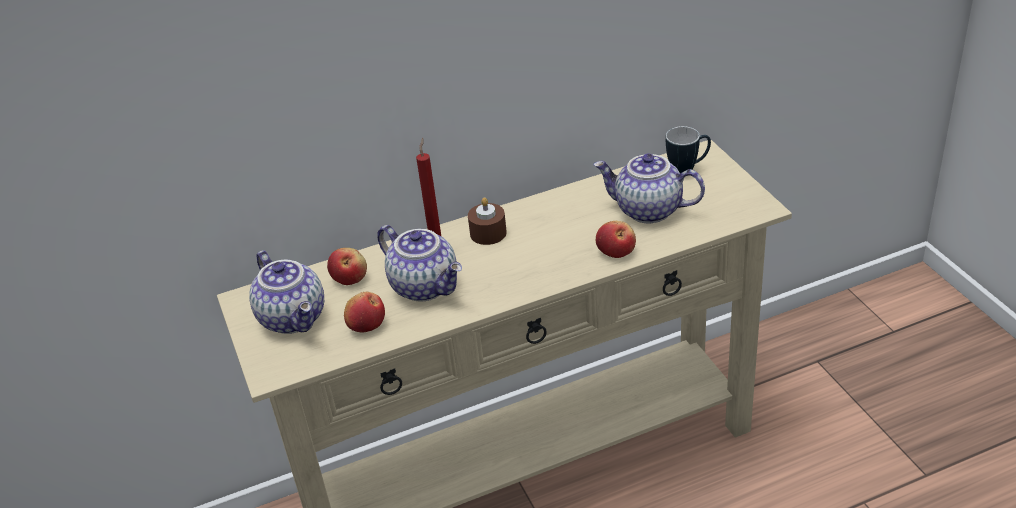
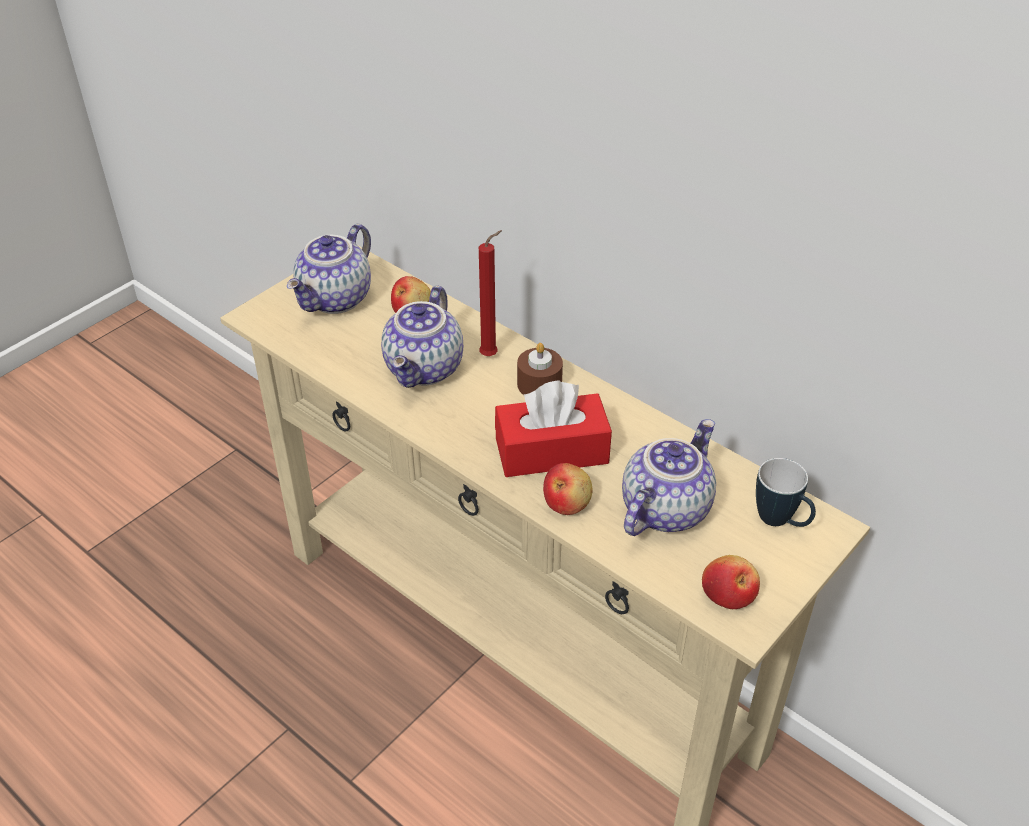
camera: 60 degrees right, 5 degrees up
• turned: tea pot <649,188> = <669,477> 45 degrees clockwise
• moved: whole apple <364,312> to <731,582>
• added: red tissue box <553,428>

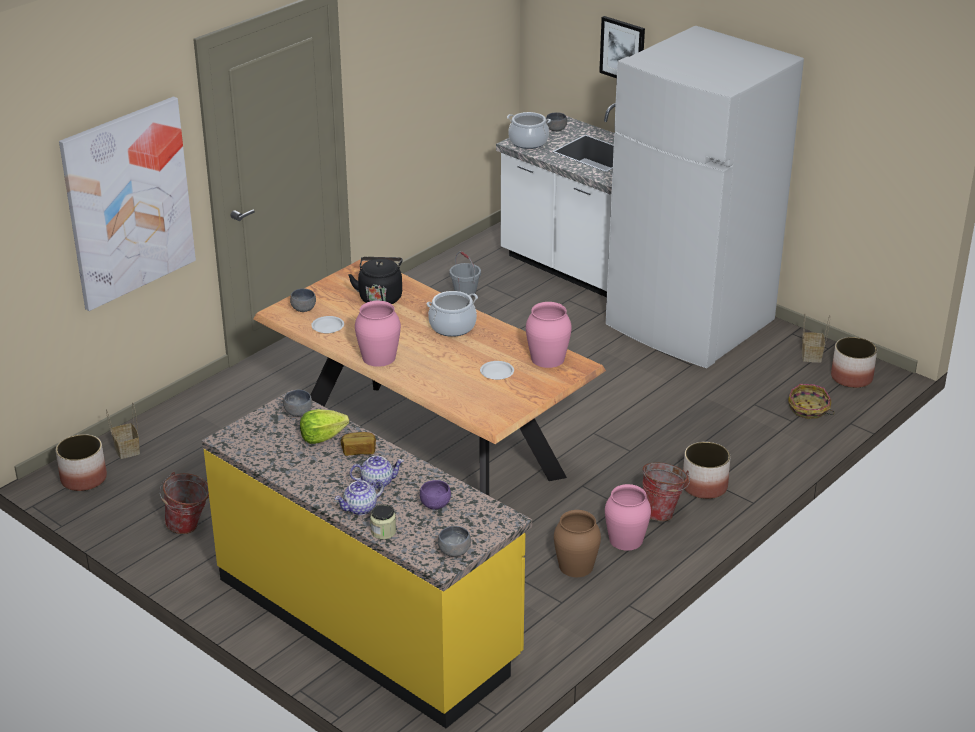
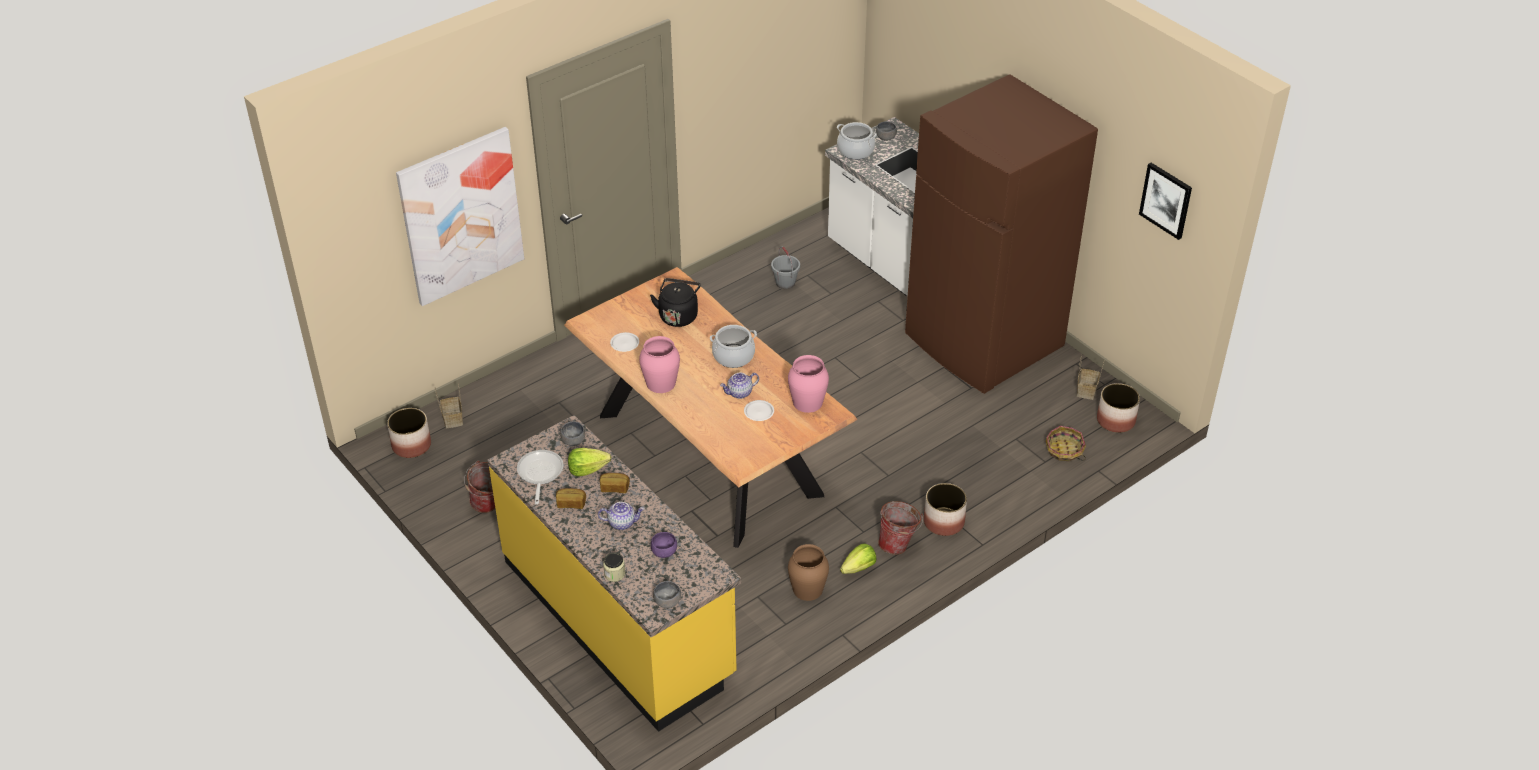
camera: 10 degrees right, 10 degrees up
• moved: picture <622,47> to <1165,201>
• recoloured: whitish kitchen fridge <705,197> to brown-coloured kitchen fridge <1001,234>
• removed: gray deep dish <303,300>
• moved: tea pot <359,497> to <739,386>
• replaced: pink vase <628,517> to head of lettuce <858,558>
• added: pan <540,477>
• added: bakery bread <571,498>

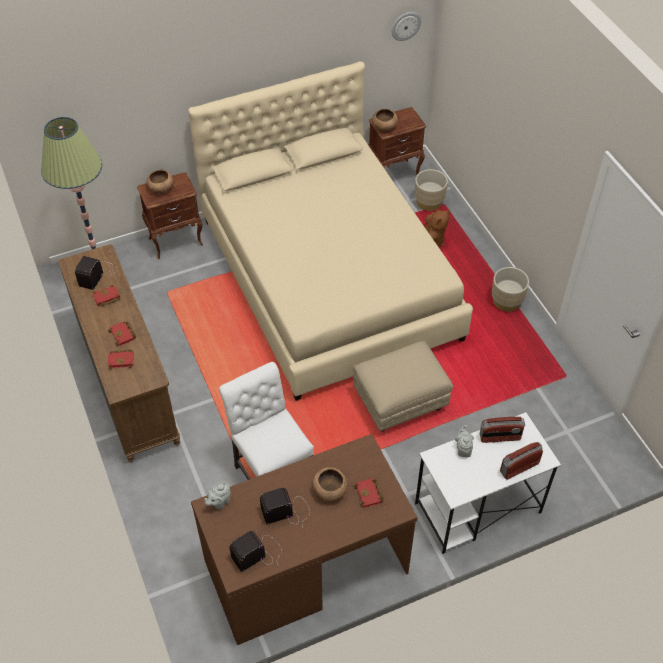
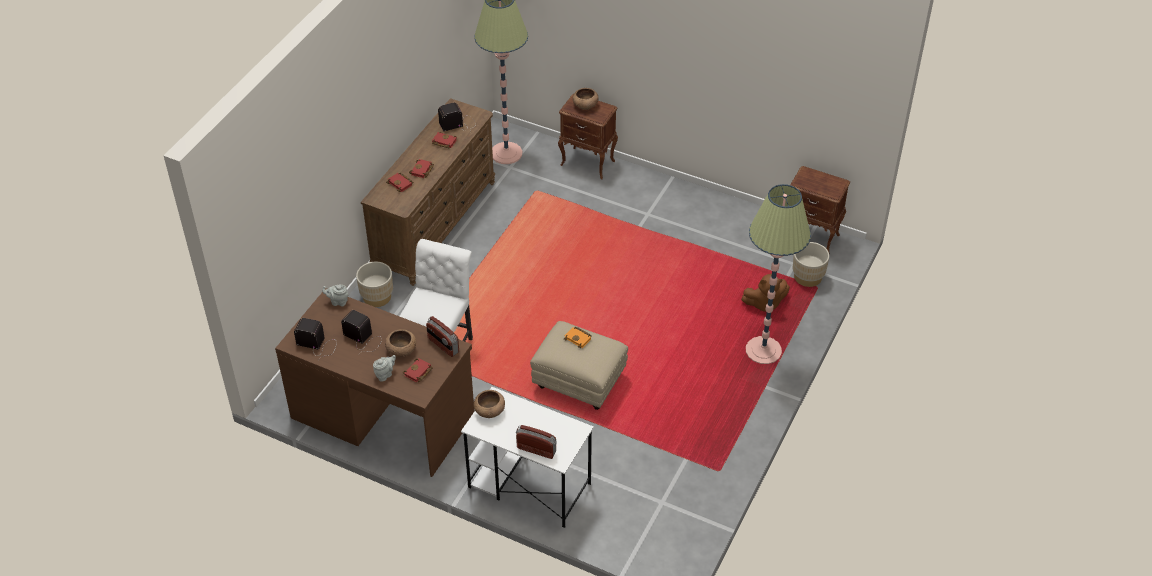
camera: 50 degrees right, 5 degrees down
• removed: clock on the wall <406,26>
• removed: beige sleeping bed <330,231>
• moved: brown-coloured deep dish <385,120> to <489,404>
• moved: beige flower pot <510,289> to <374,284>
• moved: radio <502,430> to <442,336>
• moved: gray tea pot <464,441> to <384,368>
• added: floor lamp <778,274>
• added: orange volume <578,337>

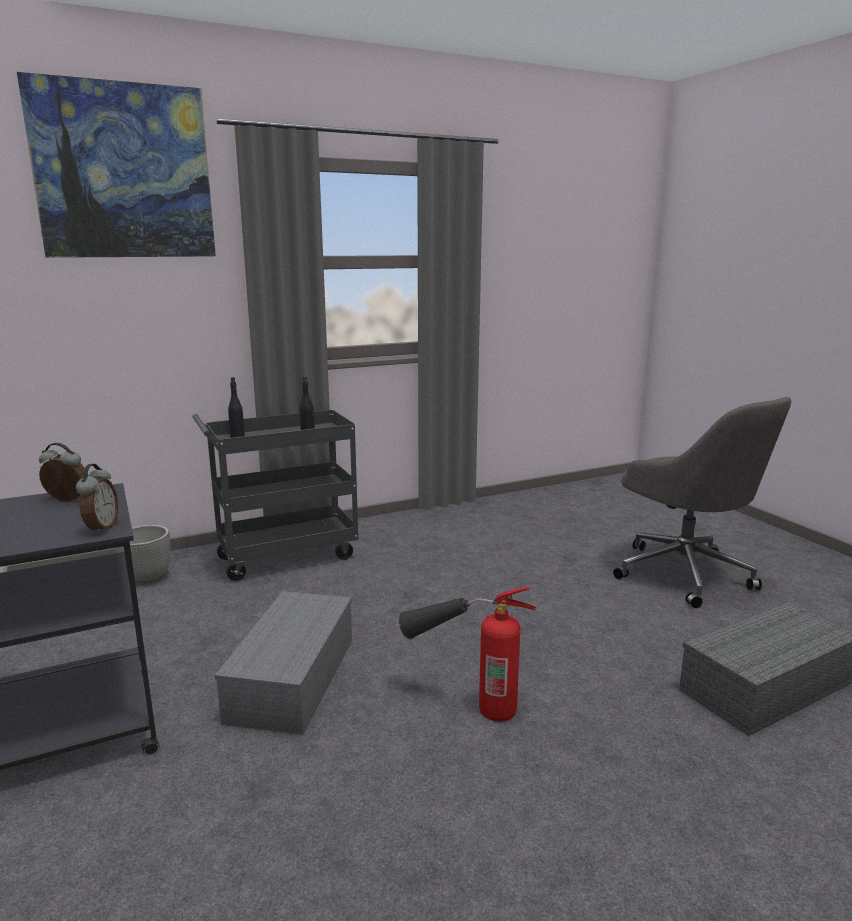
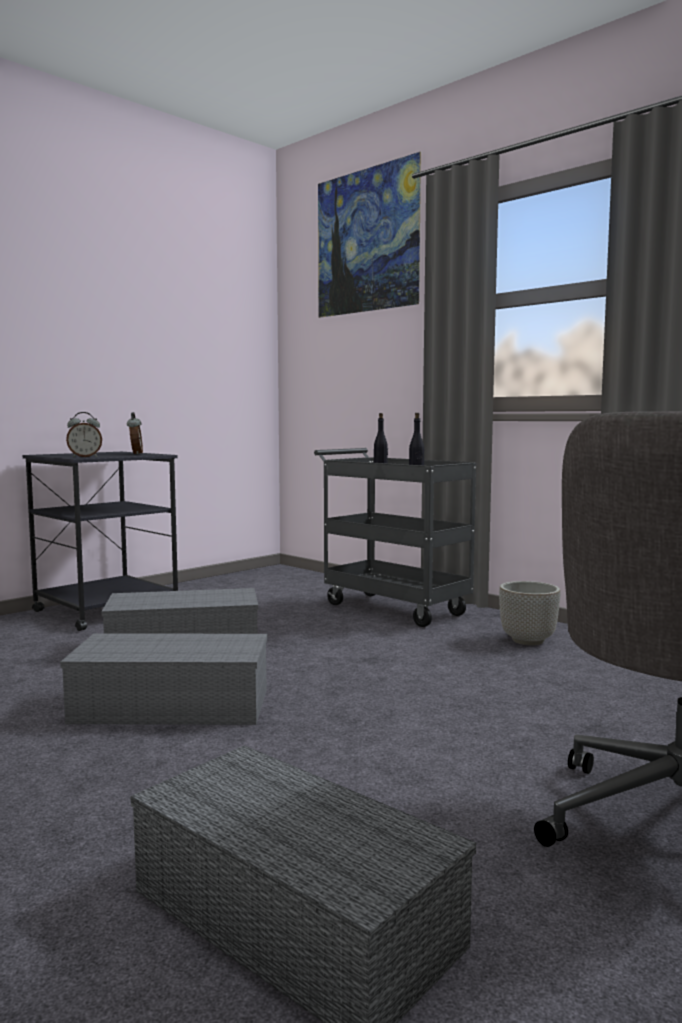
camera: 70 degrees right, 10 degrees down
• moved: flower pot <143,554> to <530,613>
• replaced: fire extinguisher <467,654> to gray storage bin <163,679>

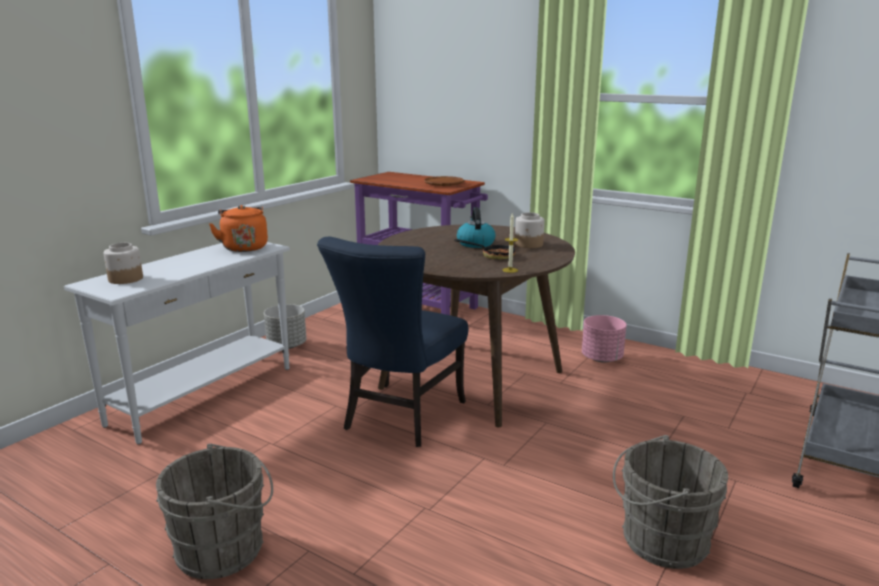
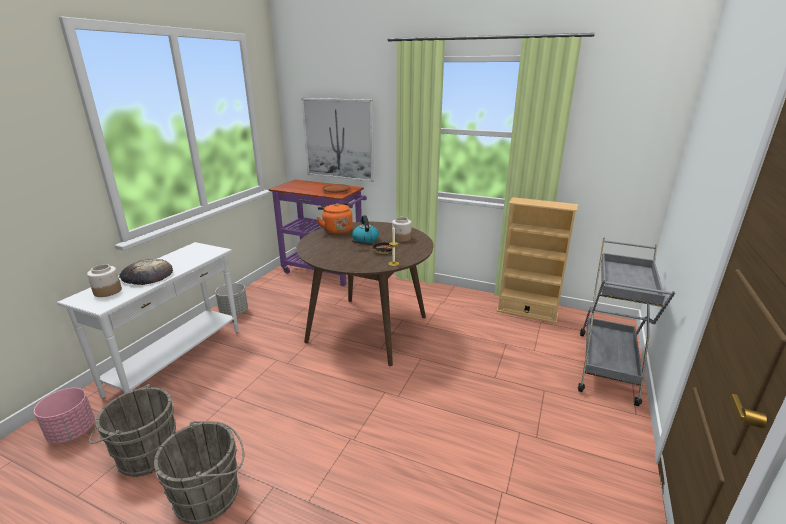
camera: 10 degrees left, 5 degrees up
• moved: orange water kettle <238,228> to <335,219>
• removed: blue chair <392,341>
• moved: pink flower pot <604,339> to <64,416>
• moved: gray bucket <670,502> to <132,430>
• added: picture <337,140>
• added: beige bookcase <537,260>
• added: bakery bread <146,272>

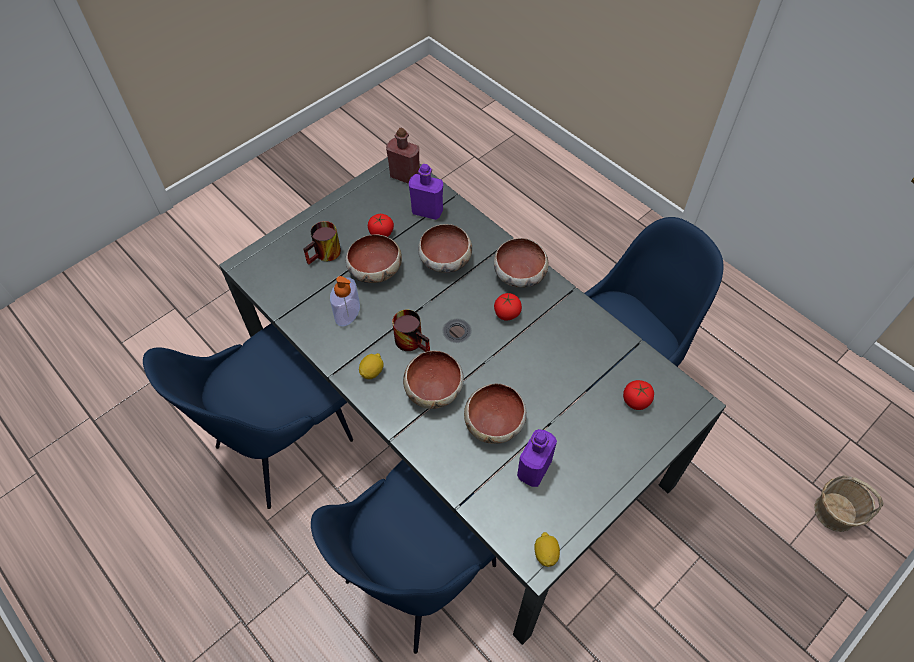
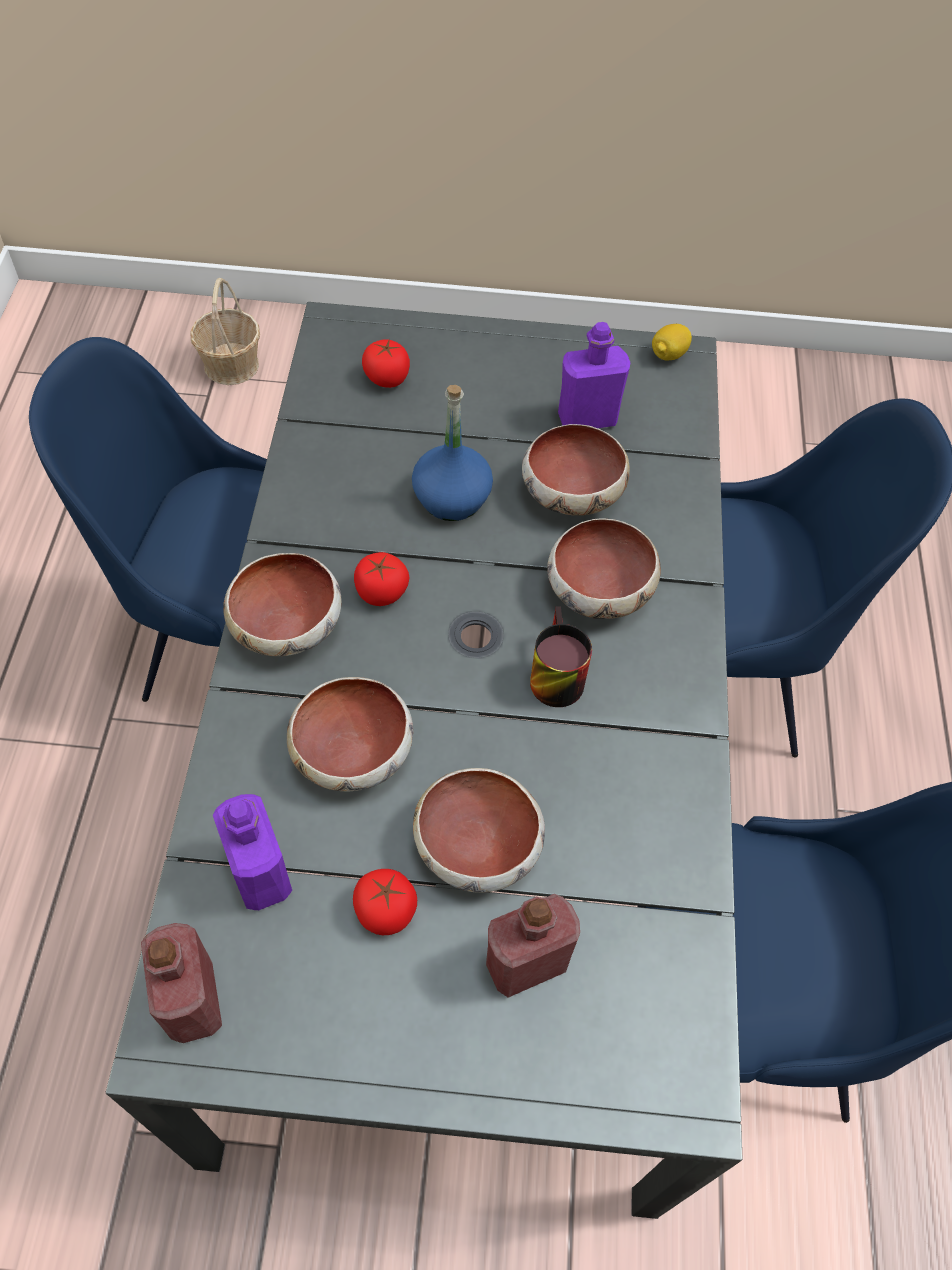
camera: 135 degrees left, 0 degrees up
• replaced: tea mug <322,243> to red beverage bottle <533,946>
• removed: soap dispenser <345,301>
• removed: lemon <371,366>
• added: blue beverage bottle <452,453>

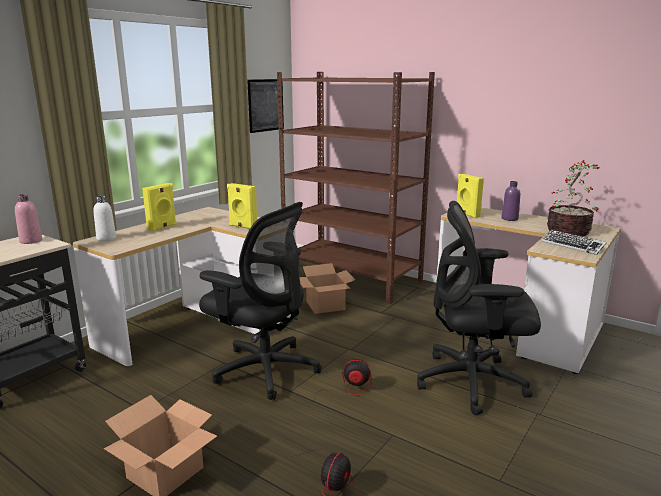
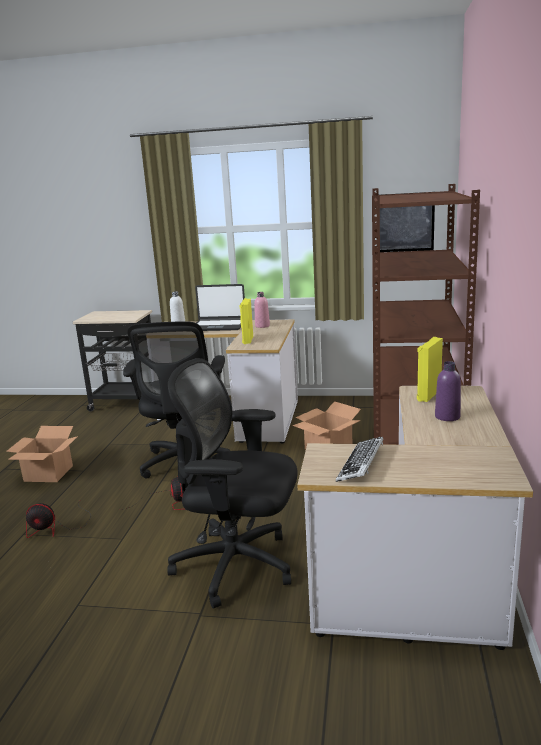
camera: 65 degrees right, 0 degrees up
• removed: plant in a pot <573,198>
• replaced: yellow loudspeaker <159,207> to notebook computer <220,307>
• moved: pink beverage bottle <28,219> to <262,310>
• turned: black computer chair <479,308> = <232,483> 60 degrees counterclockwise

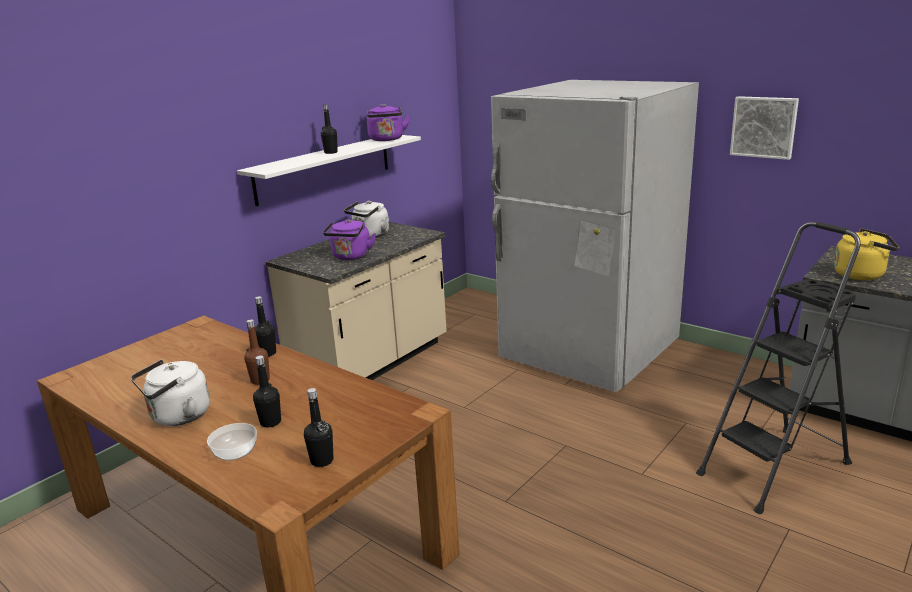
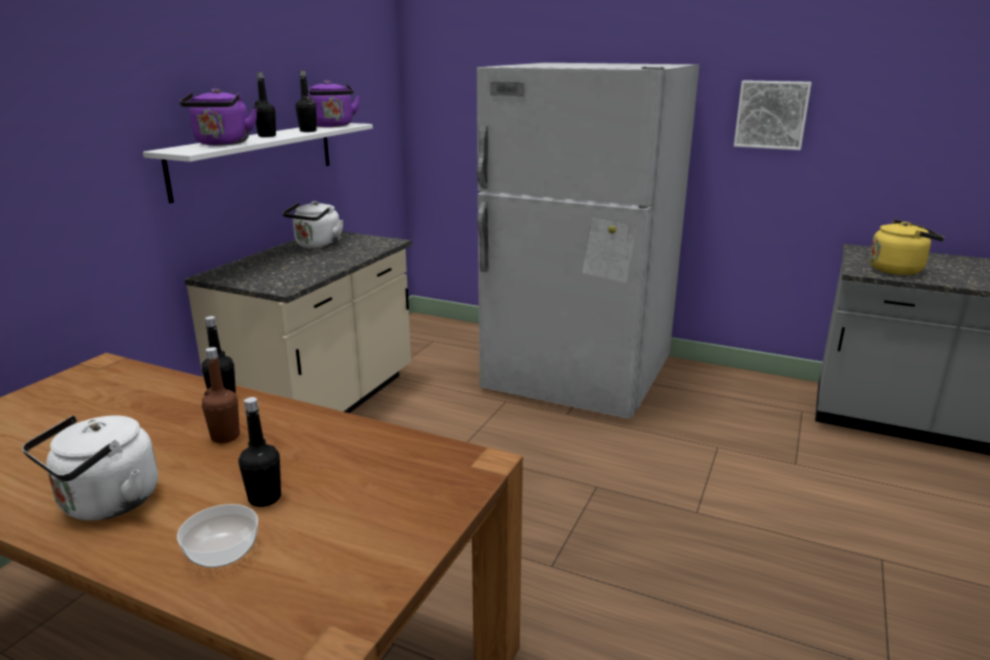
camera: 15 degrees left, 0 degrees up
• moved: purple-coloured water kettle <349,239> to <218,117>
• removed: stepladder <778,368>
• moved: black beverage bottle <318,427> to <306,101>

